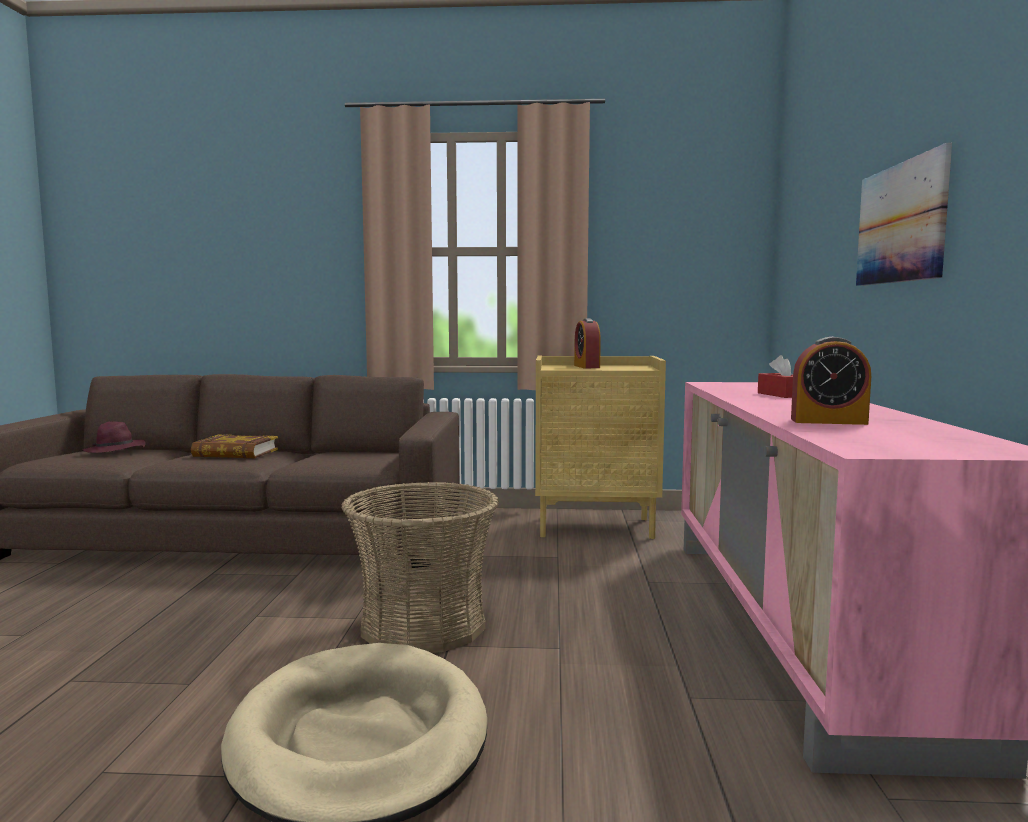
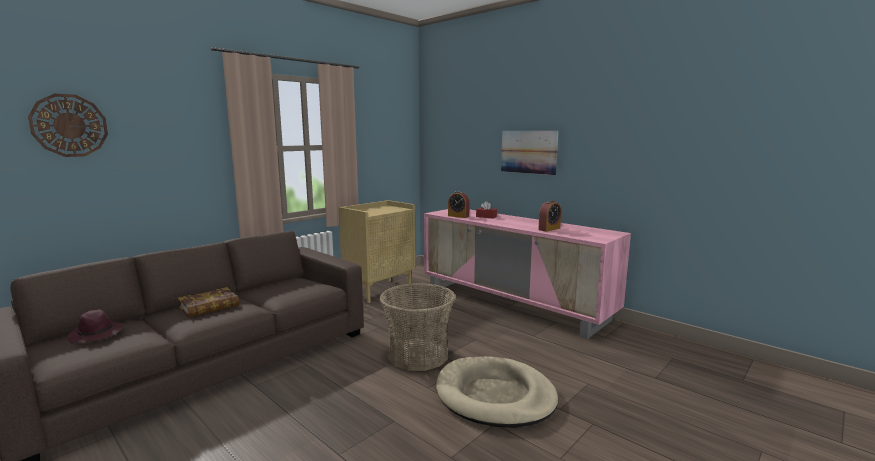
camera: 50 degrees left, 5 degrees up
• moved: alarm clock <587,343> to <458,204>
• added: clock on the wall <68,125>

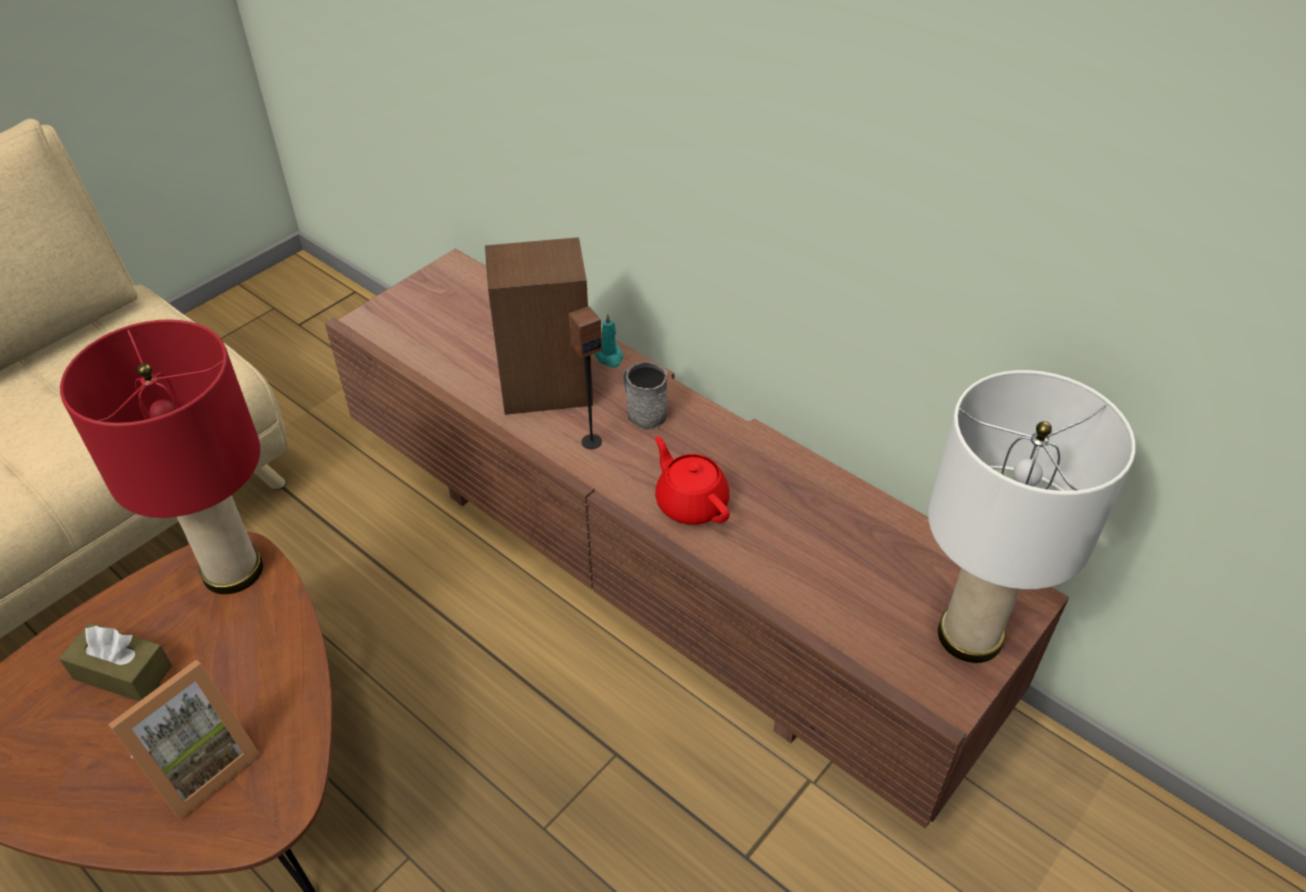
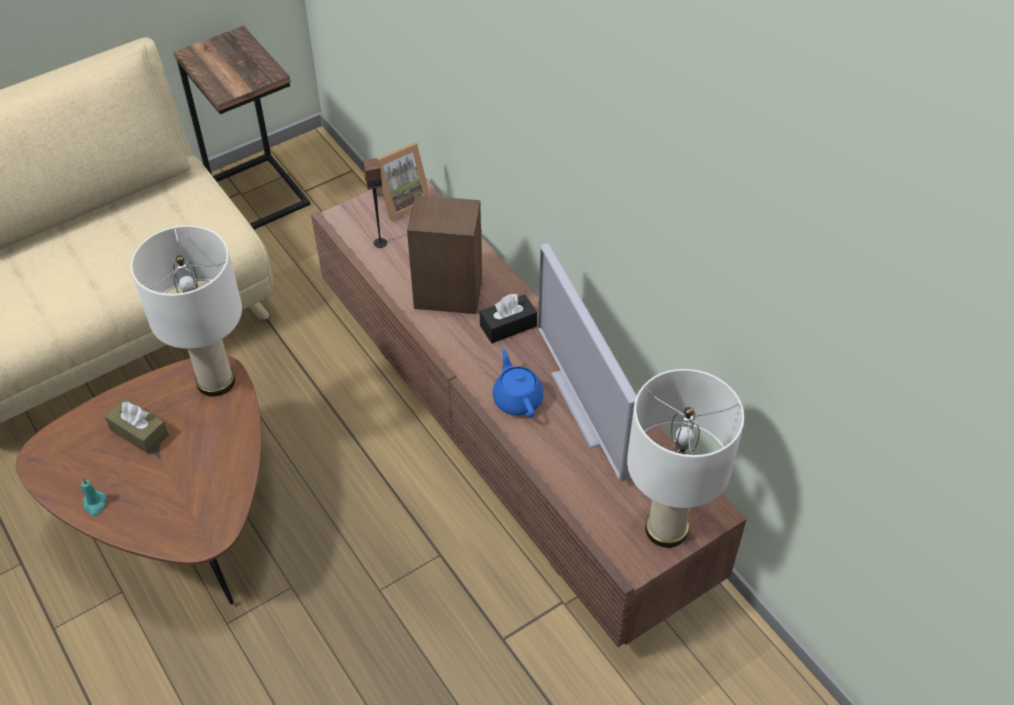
camera: 15 degrees right, 5 degrees up
• moved: loudspeaker <585,377> to <375,203>
• moved: blue-green wax candle <608,340> to <94,497>
• recoloured: red table lamp <161,456> to whitish table lamp <186,310>
• replaced: gray tea mug <645,395> to black tissue box <508,318>
• recoloured: red tea pot <692,480> to blue tea pot <518,383>
• moved: photo frame <184,739> to <400,181>
• added: accent table <242,128>
• added: TV <587,362>

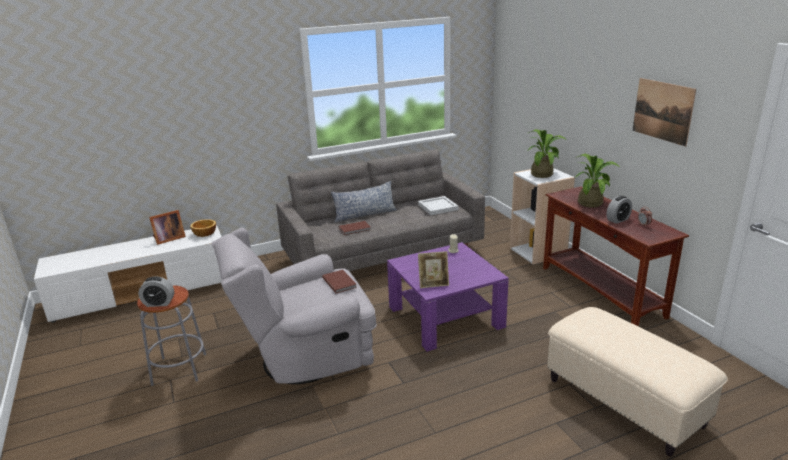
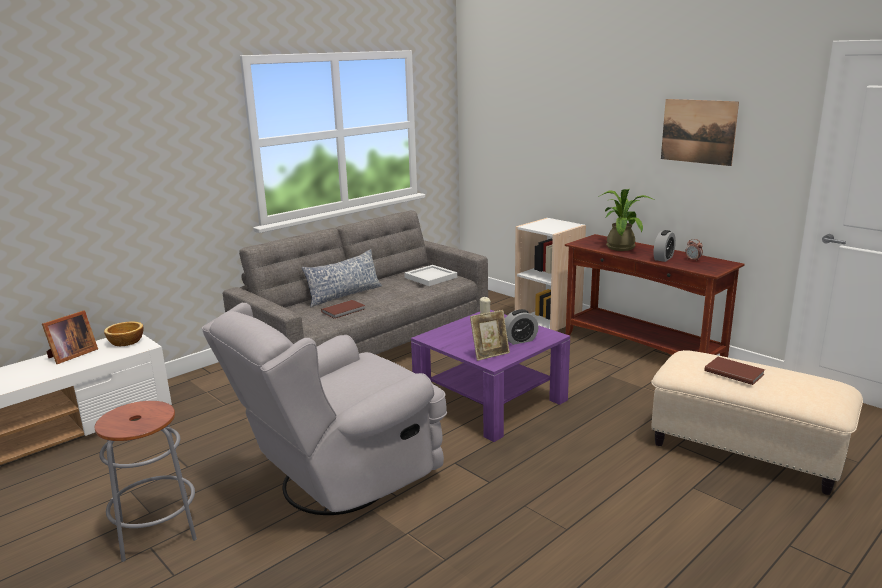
camera: 20 degrees left, 5 degrees down
• removed: plant in a pot <546,153>
• moved: brown-coloured volume <339,282> to <734,371>
• moved: alarm clock <156,291> to <521,327>

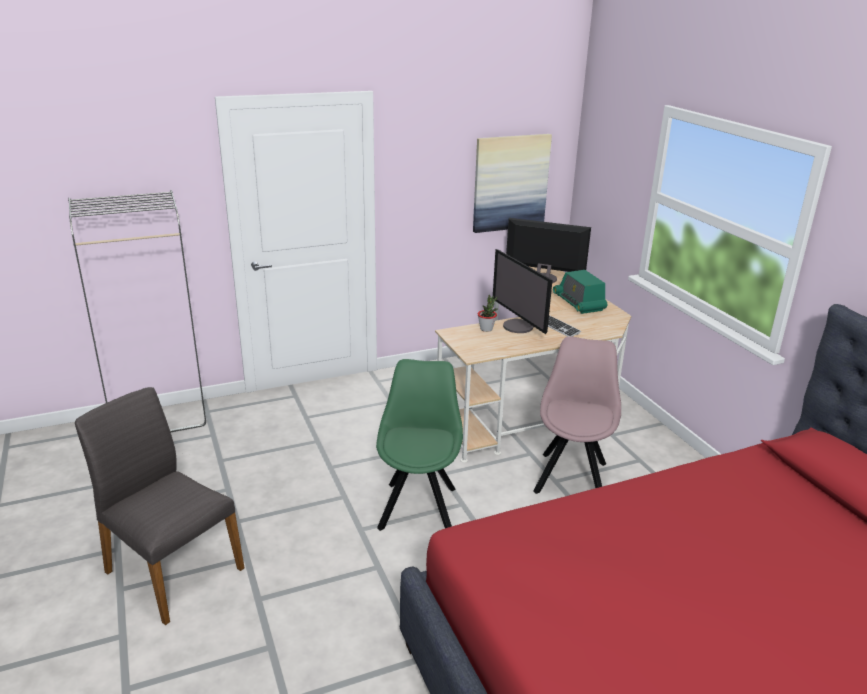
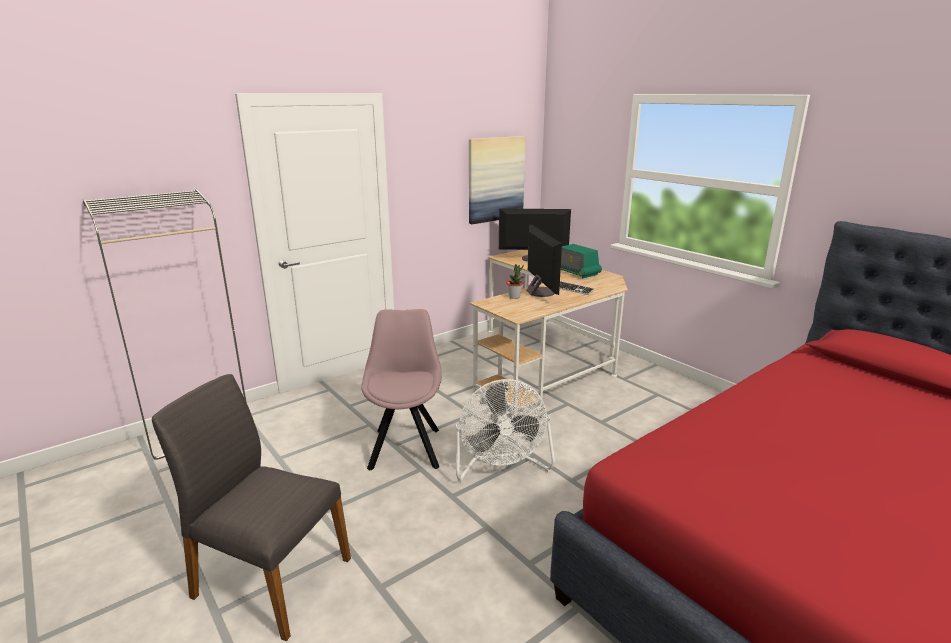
camera: 15 degrees left, 5 degrees down
• turned: computer display <522,291> = <544,260> 150 degrees counterclockwise
• moved: pink chair <577,415> to <401,389>
• replaced: green chair <419,445> to whitish cooling fan <505,431>

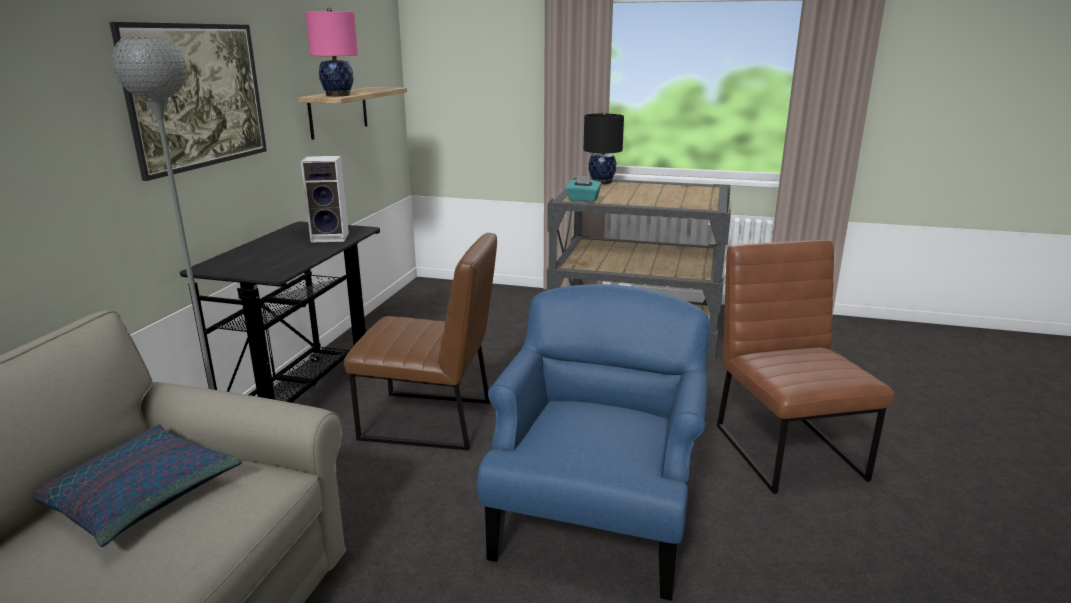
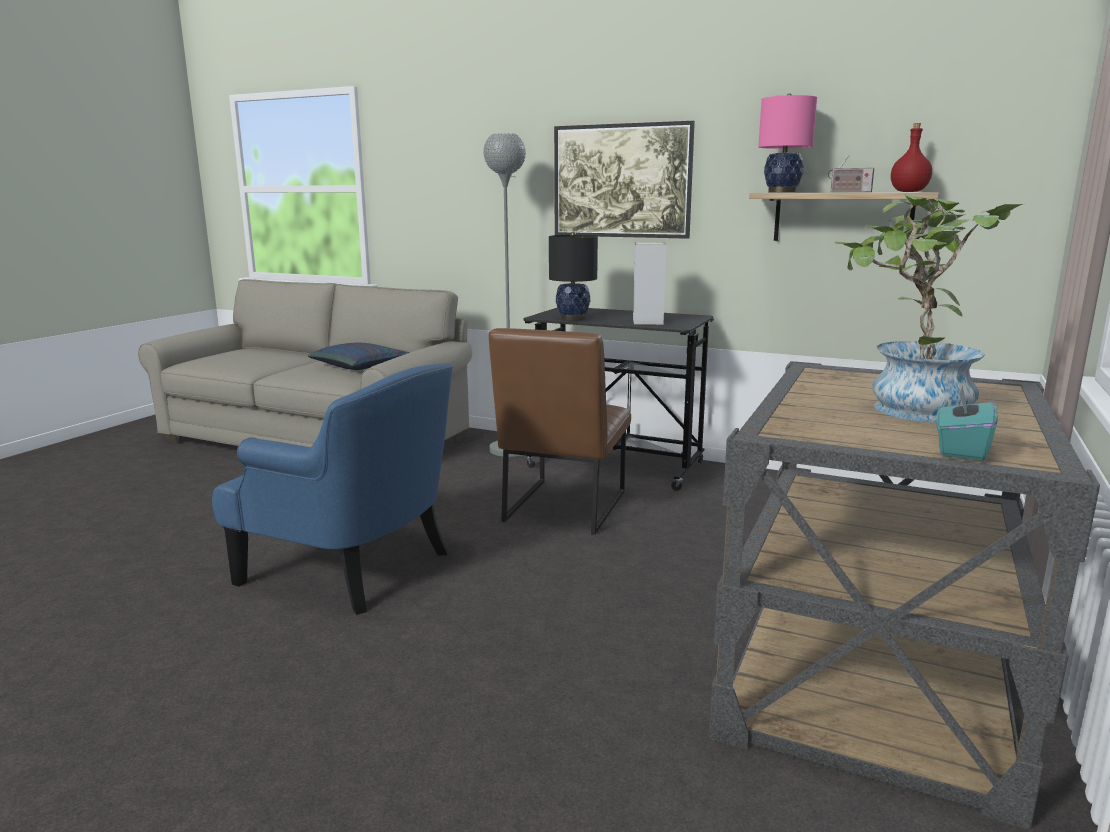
camera: 100 degrees right, 5 degrees down
• moved: black table lamp <604,148> to <573,276>
• moved: blue-green tissue box <583,188> to <966,423>
• removed: brown-coloured chair <805,366>
• added: red beverage bottle <911,157>
• added: radio <851,173>
• added: plant in a pot <928,308>

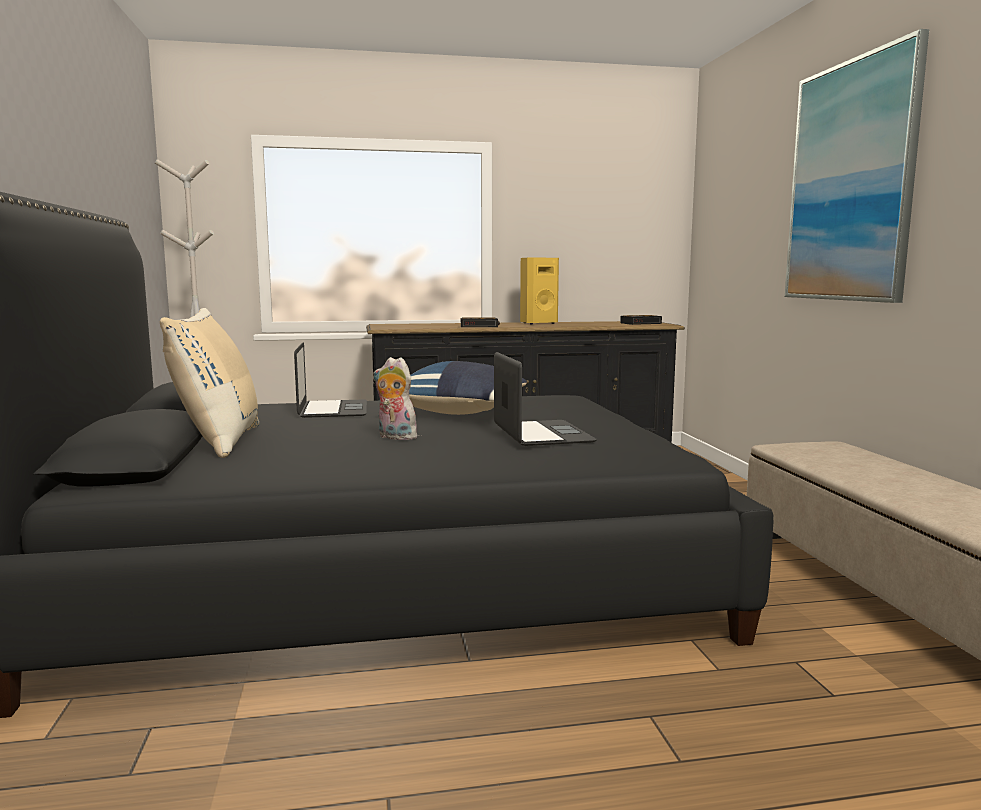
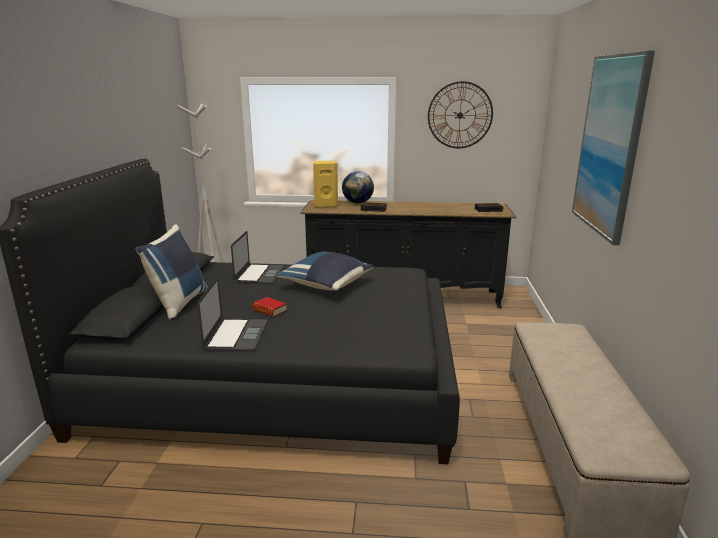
camera: 15 degrees right, 10 degrees up
• moved: yellow loudspeaker <539,290> to <325,184>
• recoloured: beige throw pillow <209,383> to blue throw pillow <172,272>
• moved: notebook computer <545,399> to <232,313>
• replaced: cuddly toy <396,398> to volume <269,307>
• added: clock on the wall <460,114>
• added: desk globe <358,187>

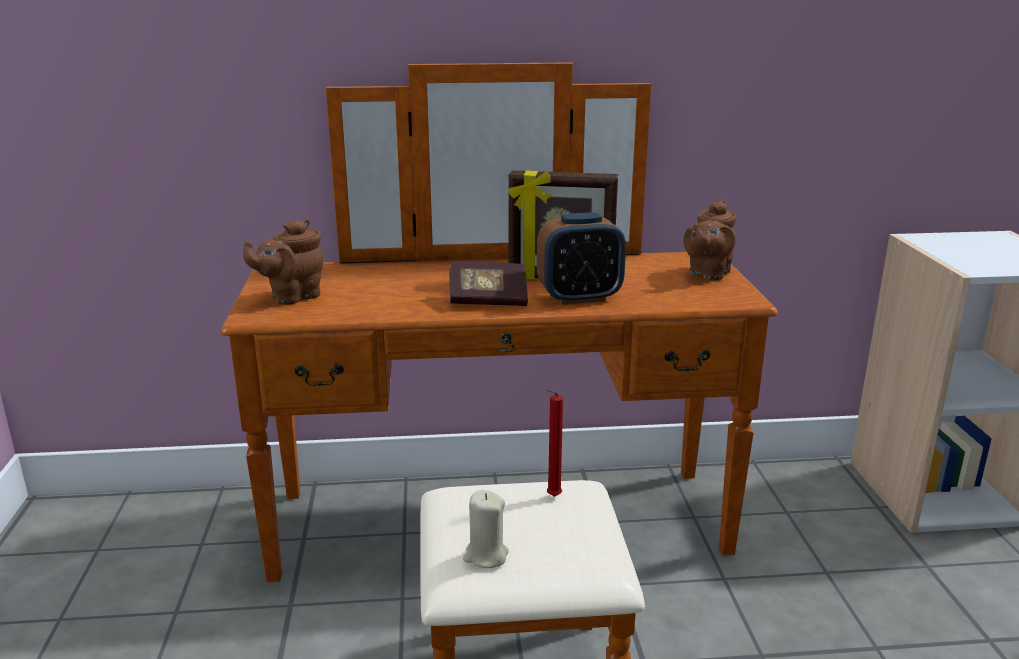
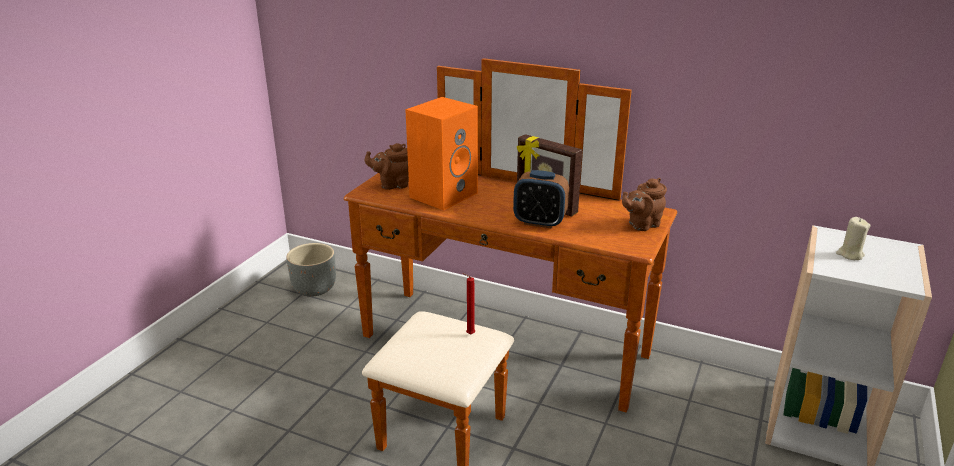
camera: 30 degrees right, 5 degrees up
• removed: volume <488,283>
• moved: beige wax candle <486,529> to <853,238>
• added: orange loudspeaker <441,153>
• added: gray flower pot <311,269>

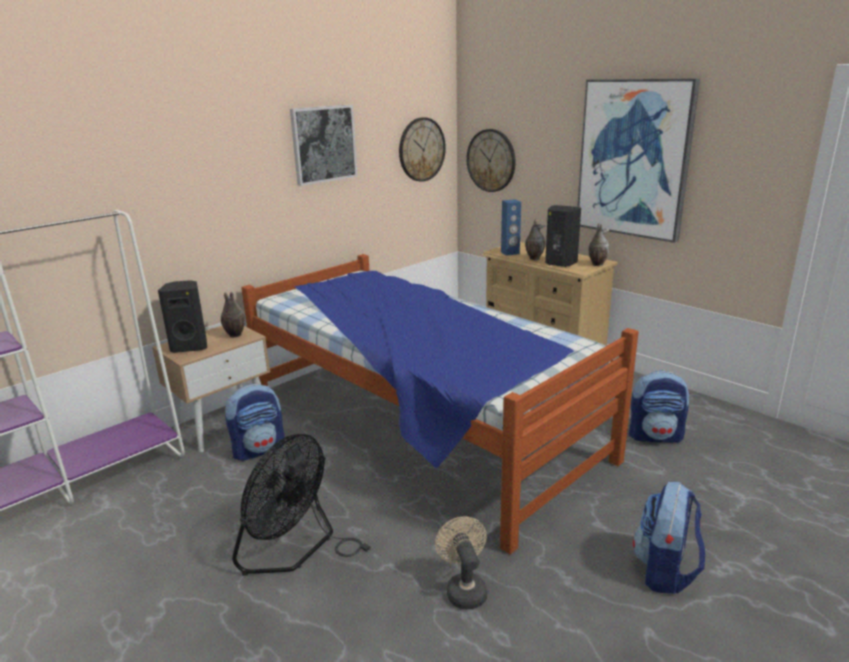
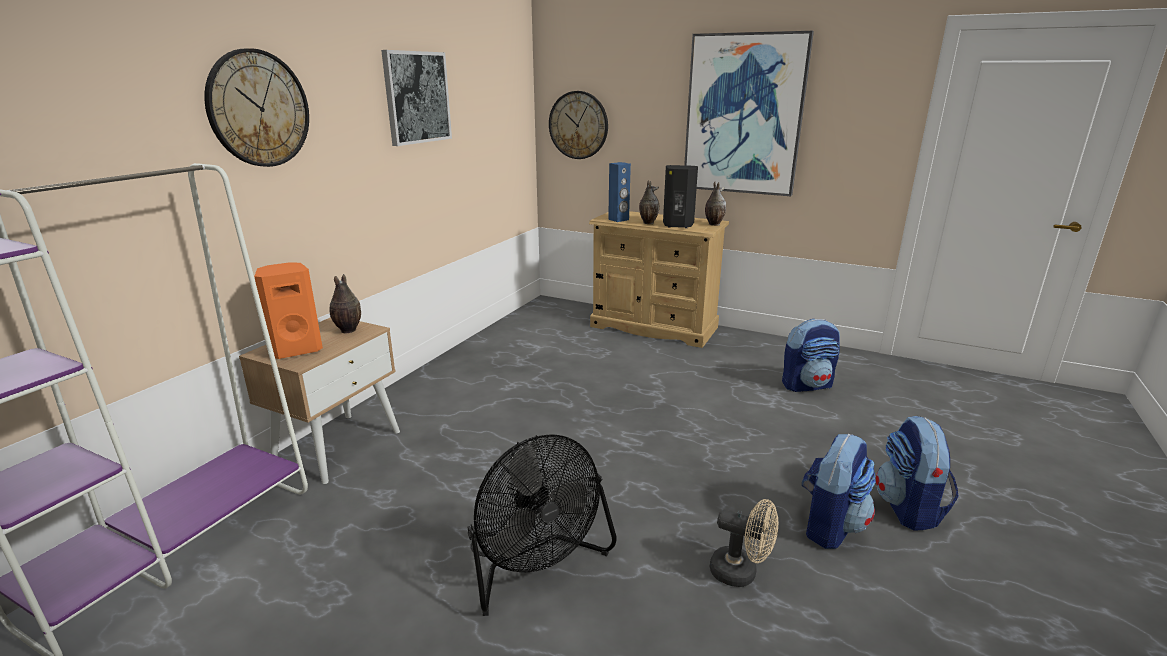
camera: 20 degrees left, 0 degrees up
• moved: clock on the wall <422,149> to <256,107>
• removed: sleeping bed <439,404>
• recoloured: black loudspeaker <182,316> to orange loudspeaker <288,310>
• moved: knapsack <255,422> to <839,491>
• turned: black cooling fan <301,505> = <542,525> 135 degrees counterclockwise
• turned: beige cooling fan <461,563> = <744,543> 150 degrees clockwise

